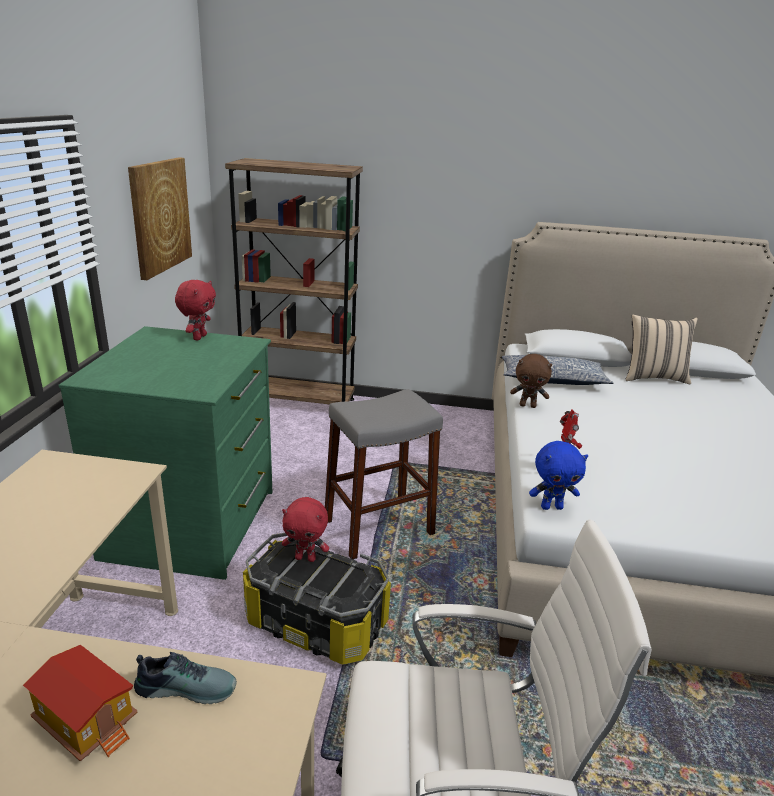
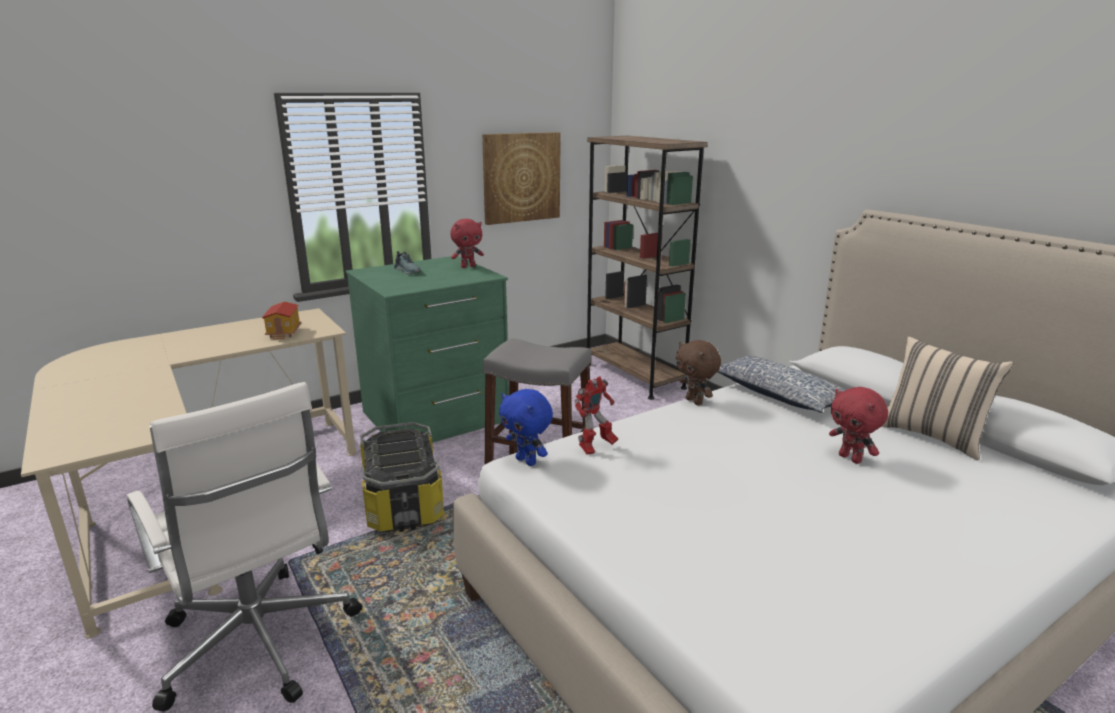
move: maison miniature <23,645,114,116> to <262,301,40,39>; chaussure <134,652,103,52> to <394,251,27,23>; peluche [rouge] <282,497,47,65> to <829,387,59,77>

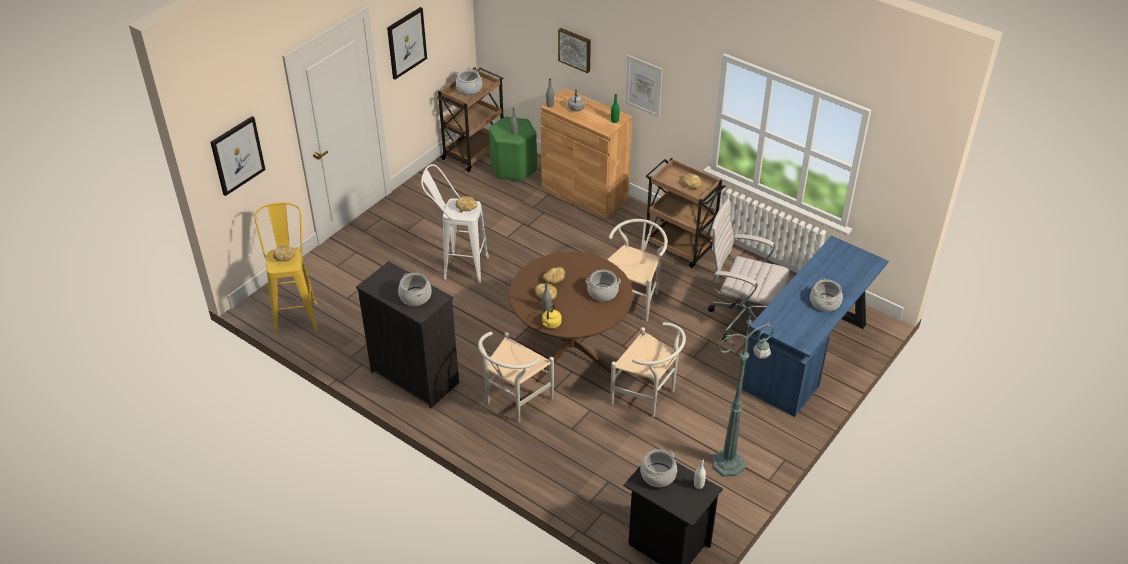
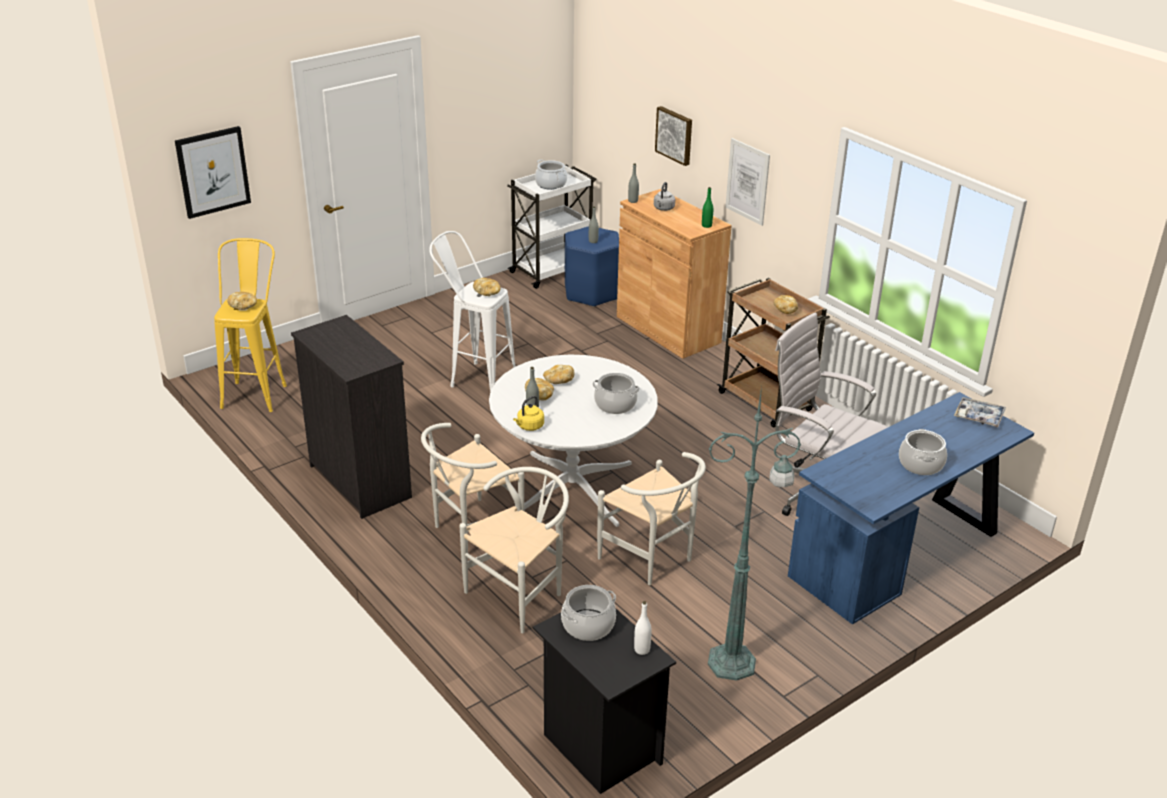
delete: tableau <387,7,40,73>; marmite <398,273,34,33>
insert: plateau <954,397,52,30>
move: chaise [blanc] <607,219,61,102> to <459,467,110,166>
recolor: chariot [marron] <436,67,67,105> to chariot [blanc] <507,165,90,124>; tabouret [vert] <489,117,48,65> to tabouret [bleu] <565,226,54,81>; table à manger [marron] <509,252,124,130> to table à manger [blanc] <489,354,169,173>

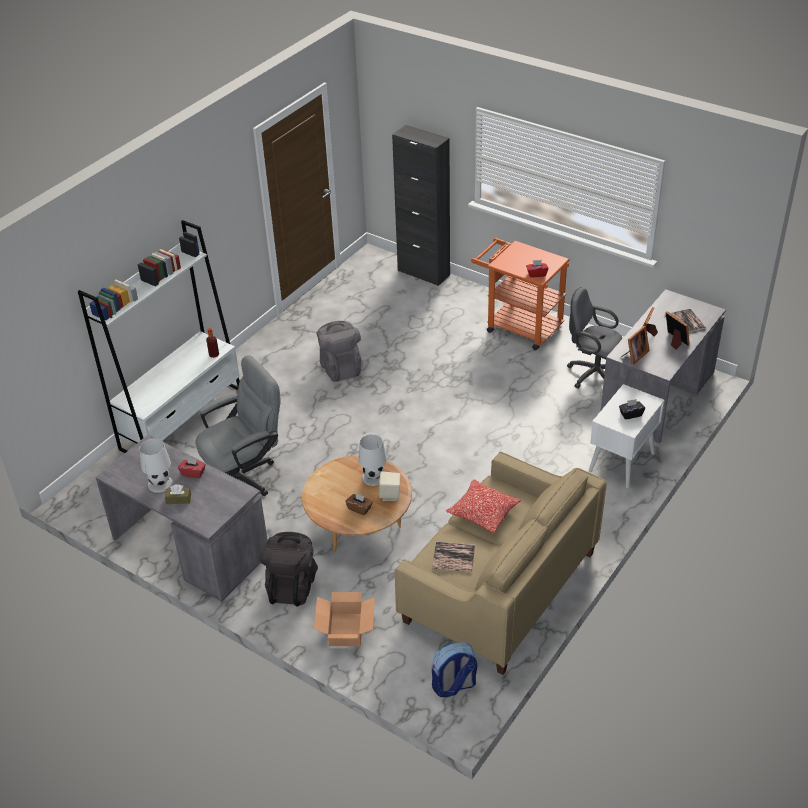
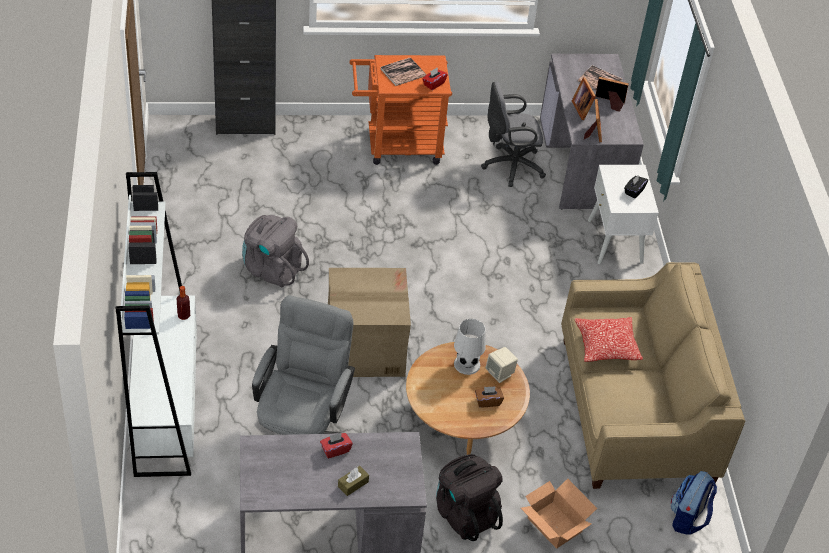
delete: lampe de table [blanc] <139,439,34,54>
insert: carton <328,268,83,109>
move: livre <432,542,43,30> to <380,57,46,29>

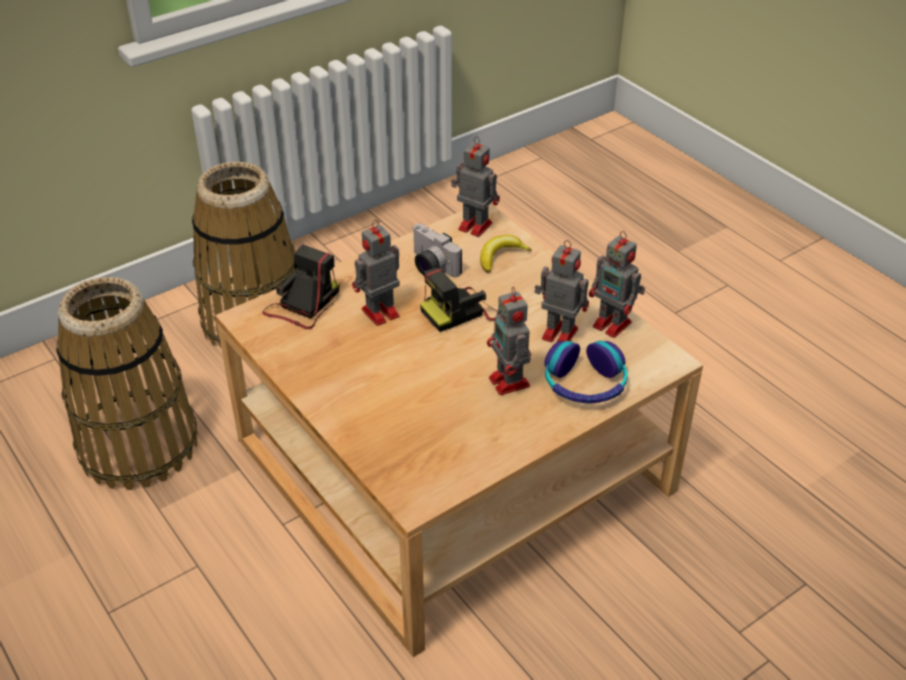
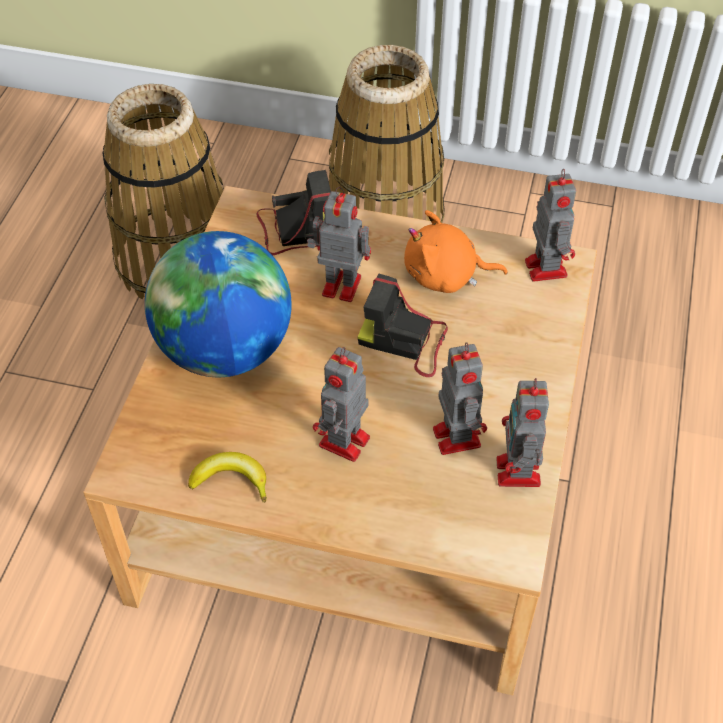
delete: casque audio <544,341,84,62>
insert: globe <145,231,147,146>
move: banane <480,235,52,38> to <188,452,79,51>
replace: appareil photo <413,224,49,53> to peluche [orange] <404,210,103,83>

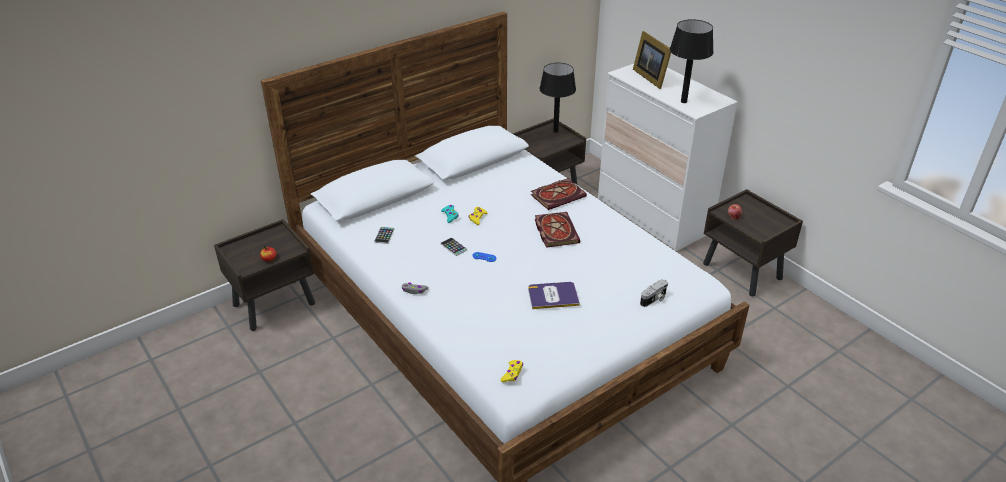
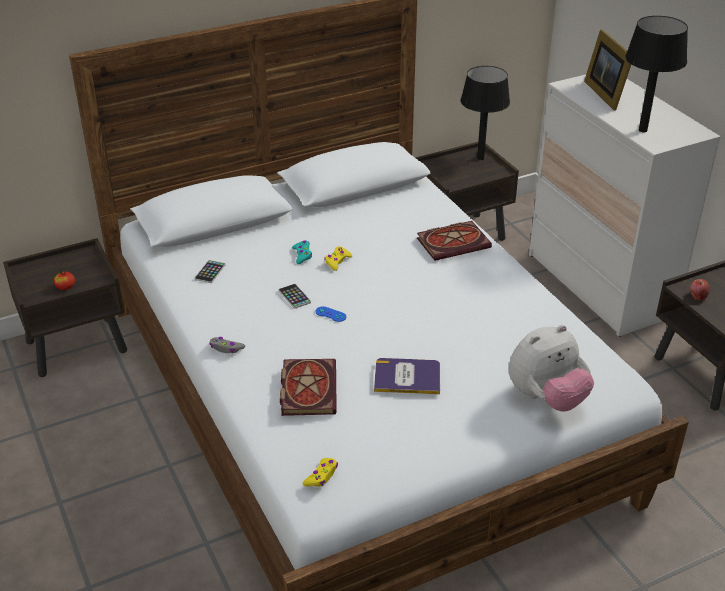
move: livre <535,212,45,36> to <280,359,57,57>
replace: appareil photo <640,279,28,28> to peluche <509,325,85,87>

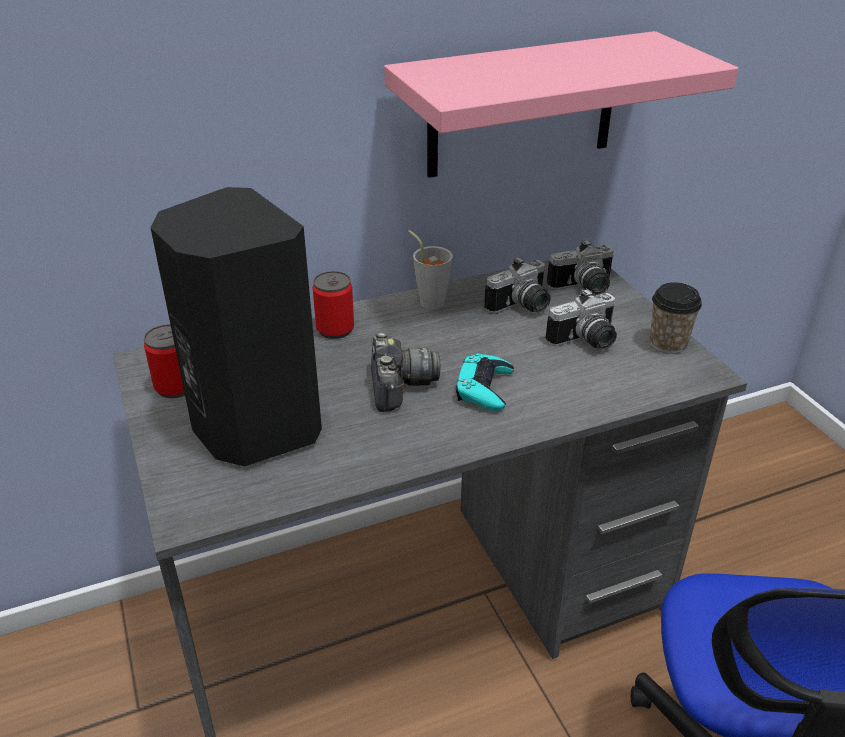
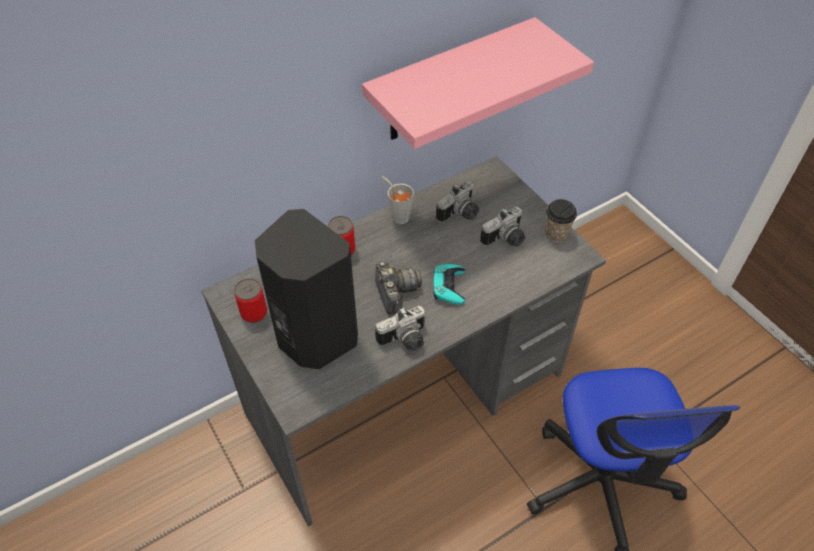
move: appareil photo <547,239,67,56> to <375,306,50,45>

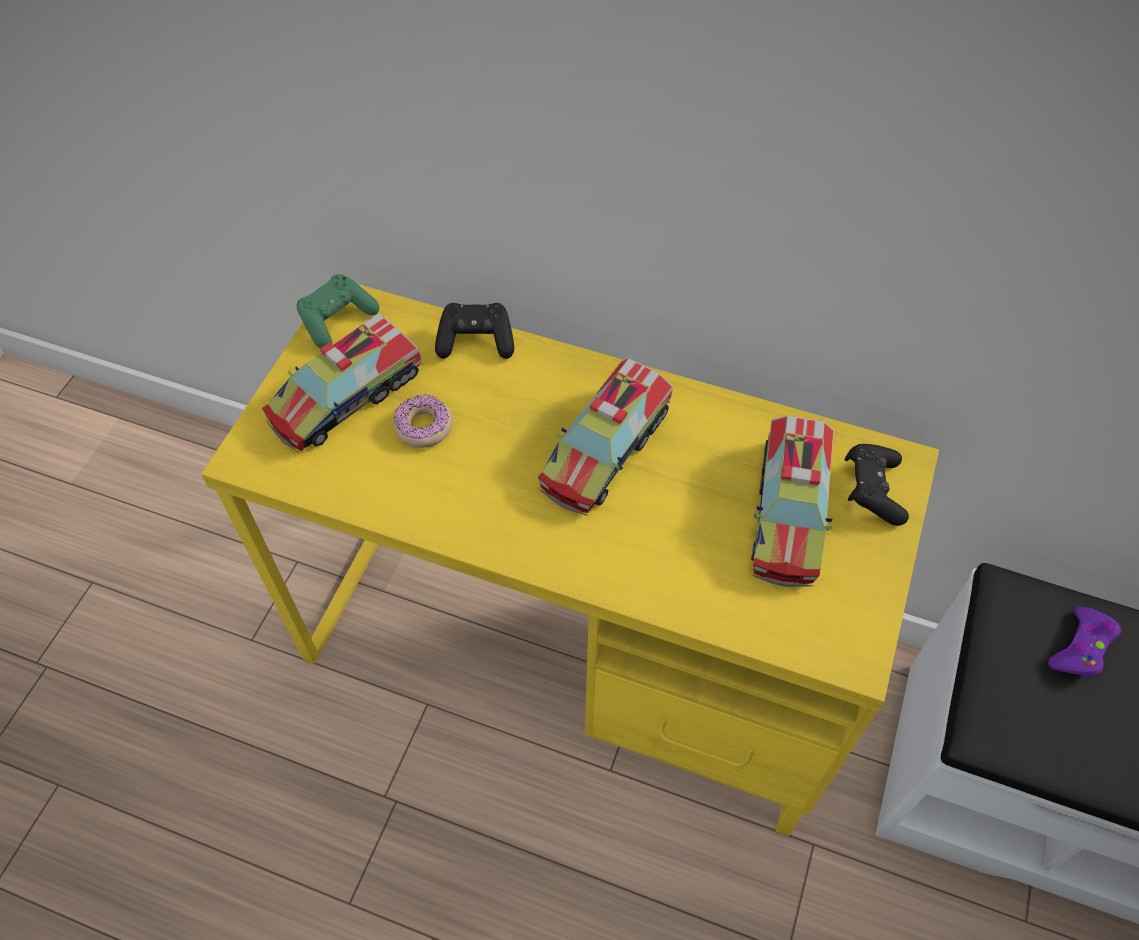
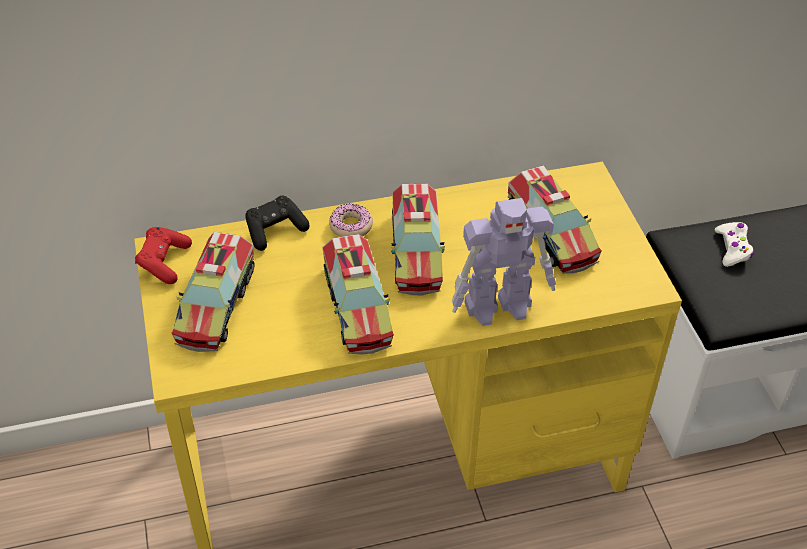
delete: manette [noir] <845,444,64,82>
insert: camion jouet <322,234,72,121>; robot jouet <452,198,104,128>
move: beignet <393,394,60,54> to <329,204,44,33>
recolor: manette [vert] <296,274,83,74> to manette [rouge] <135,227,57,57>; manette [violet] <1048,607,74,70> to manette [blanc] <715,222,39,45>

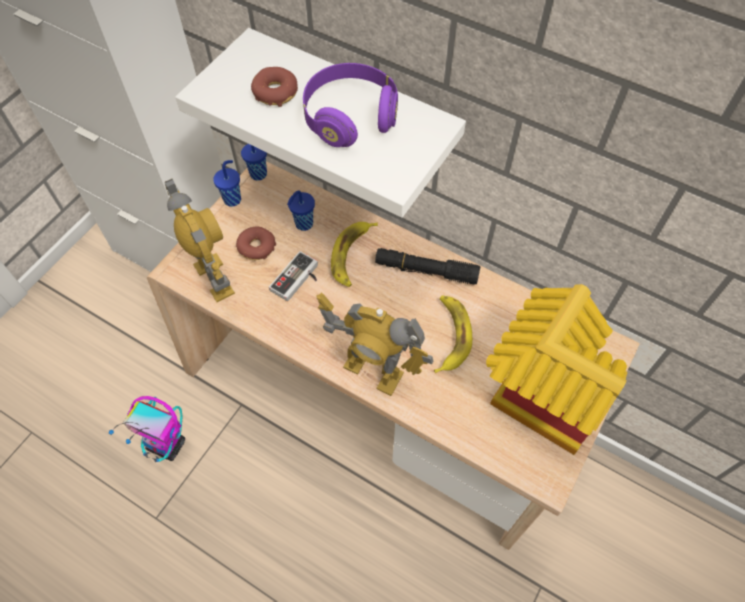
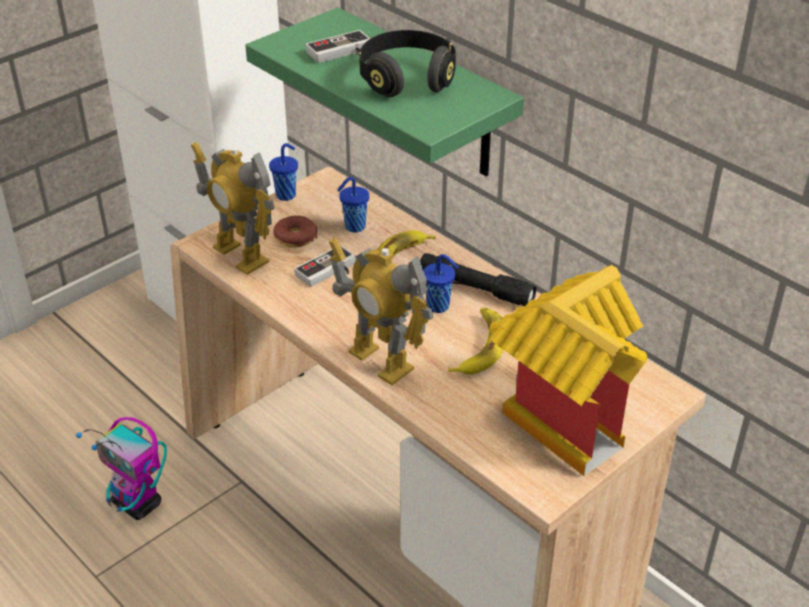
move: tasse [bleu] <241,144,26,37> to <423,254,35,59>
replace: beignet <251,67,47,40> to manette <306,30,64,33>
recolor: étagère [blanc] <176,28,290,190> to étagère [vert] <245,7,279,169>; casque audio [violet] <303,63,95,84> to casque audio [noir] <359,30,97,67>
rotate: robot jouet <165,179,70,123> = <191,142,84,133> 150 degrees clockwise

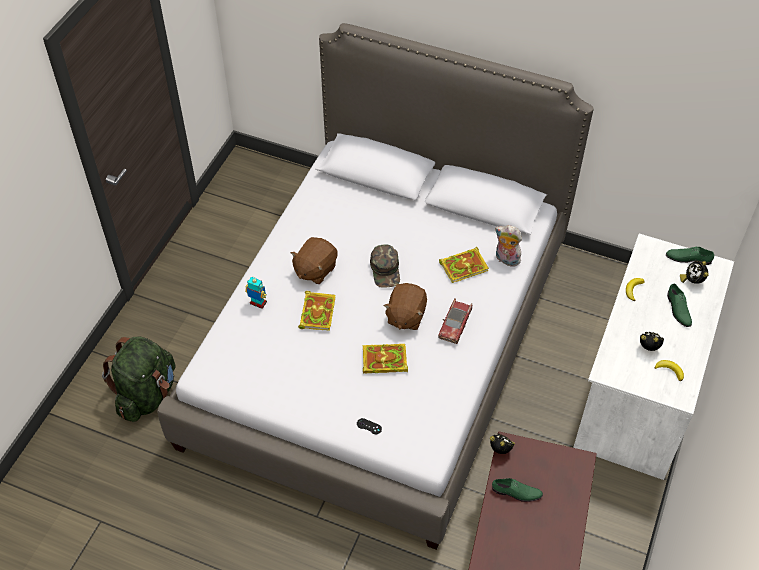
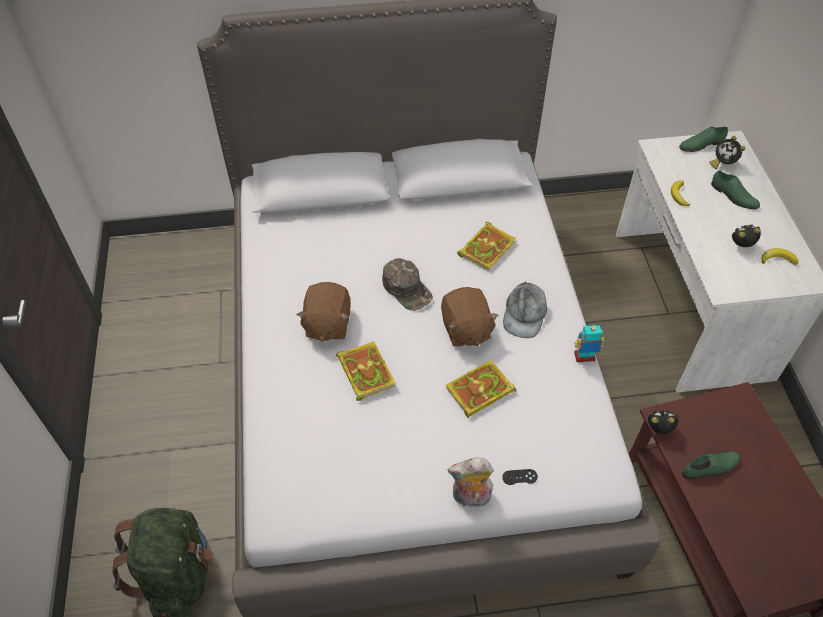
move: robot jouet <245,277,22,32> to <574,324,31,38>; peluche <495,225,27,42> to <448,458,46,51>
replace: petite voiture <438,298,34,46> to casquette [gris] <503,281,44,57>

